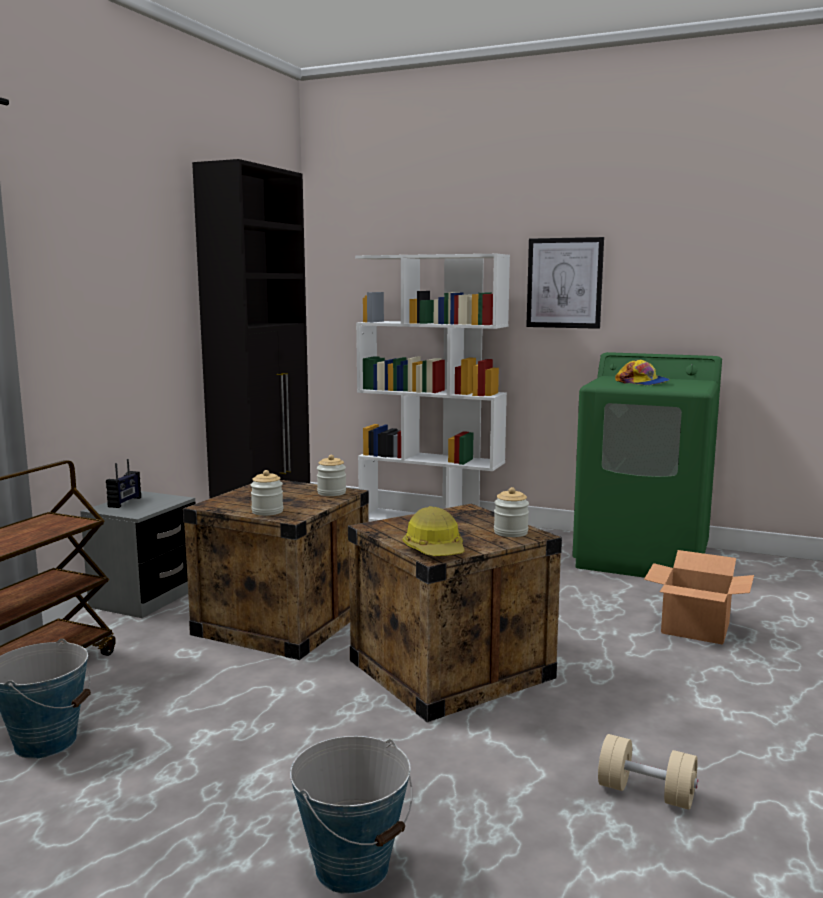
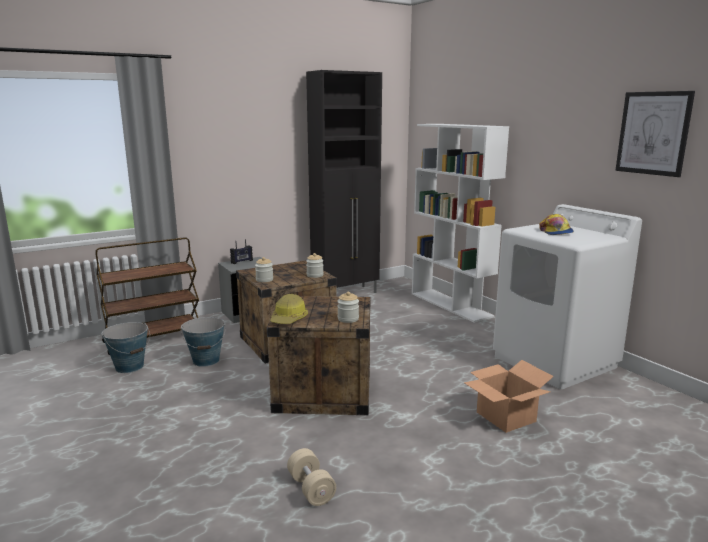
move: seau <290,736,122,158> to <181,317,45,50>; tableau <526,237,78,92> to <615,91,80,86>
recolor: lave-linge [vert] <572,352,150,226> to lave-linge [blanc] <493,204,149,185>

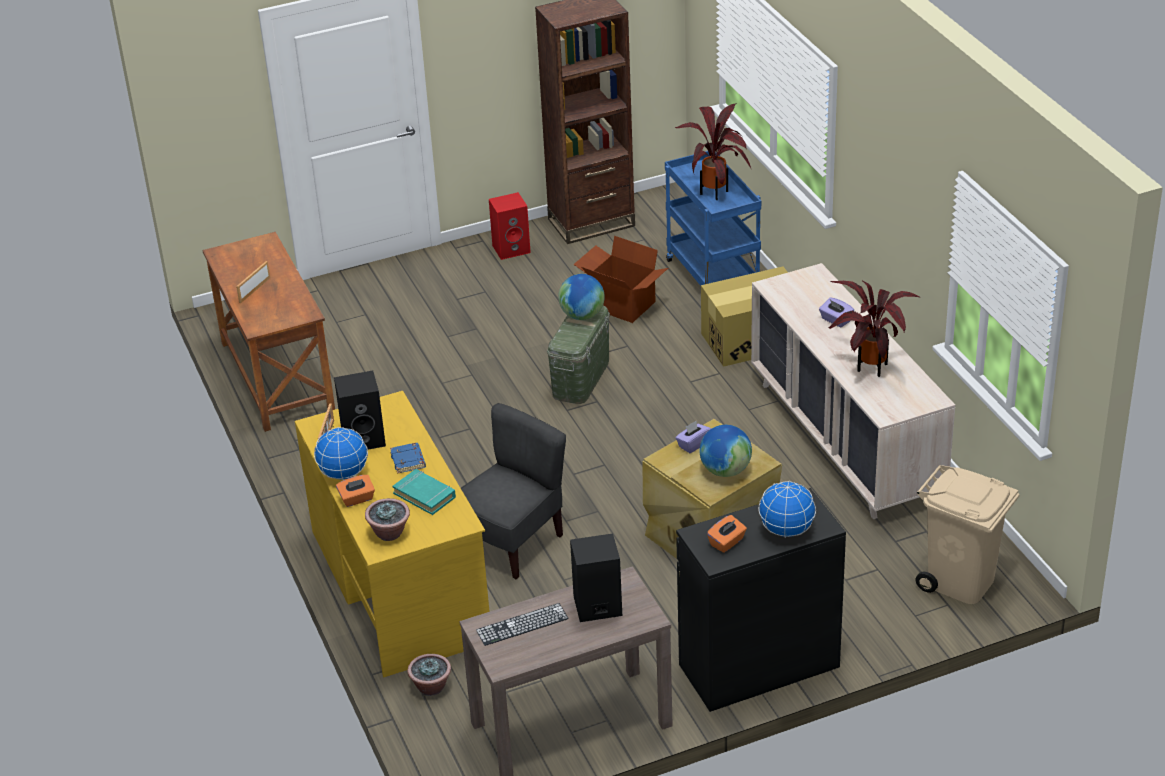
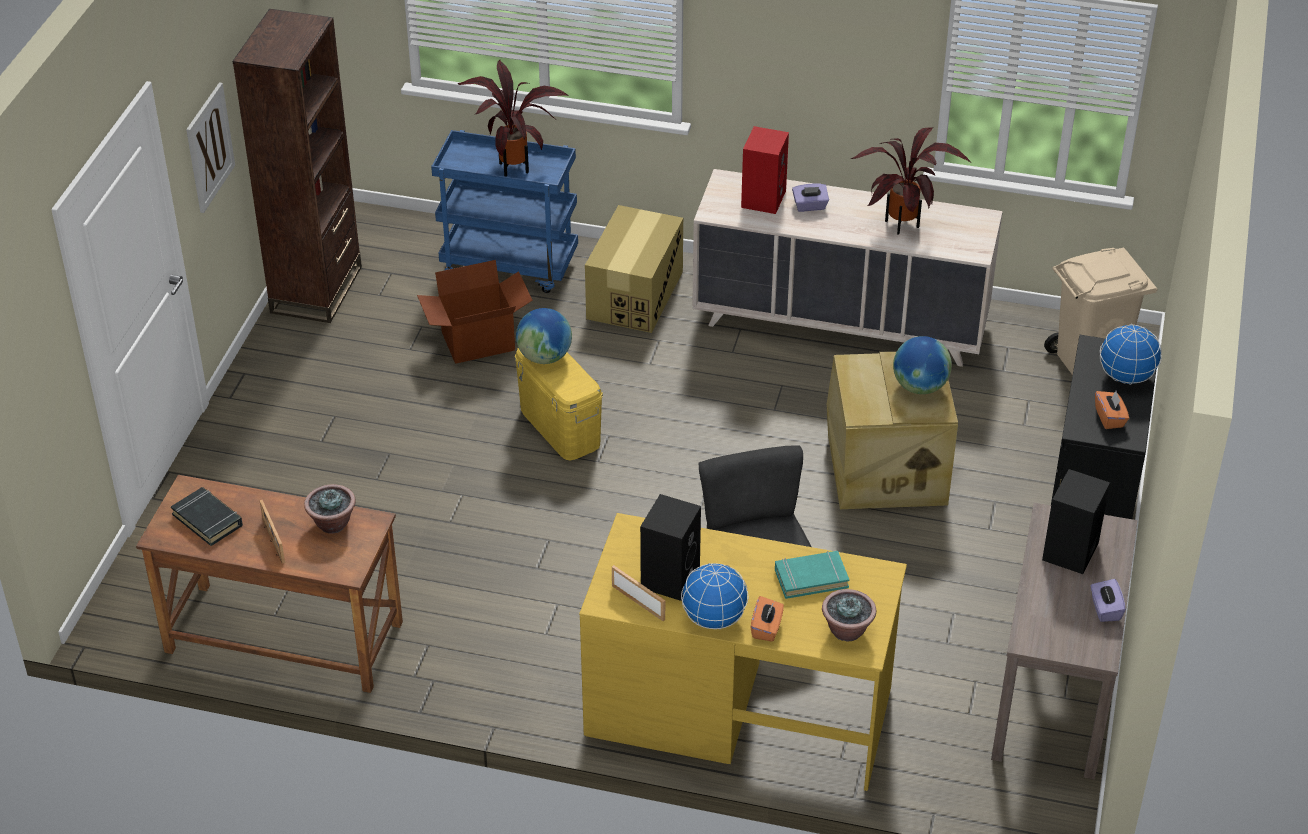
delete: livre [bleu] <390,443,36,31>; clavier <476,603,93,43>
insert: livre [noir] <171,487,72,59>; tableau <186,82,49,131>
move: plante en pot <407,654,44,42> to <304,484,52,49>; enceinte [rouge] <489,192,42,68> to <741,126,48,88>; boîte à mouchoirs [violet] <675,421,36,32> to <1091,579,35,43>
recolor: boîte de rangement [vert] <547,306,63,98> to boîte de rangement [jaune] <515,348,88,112>

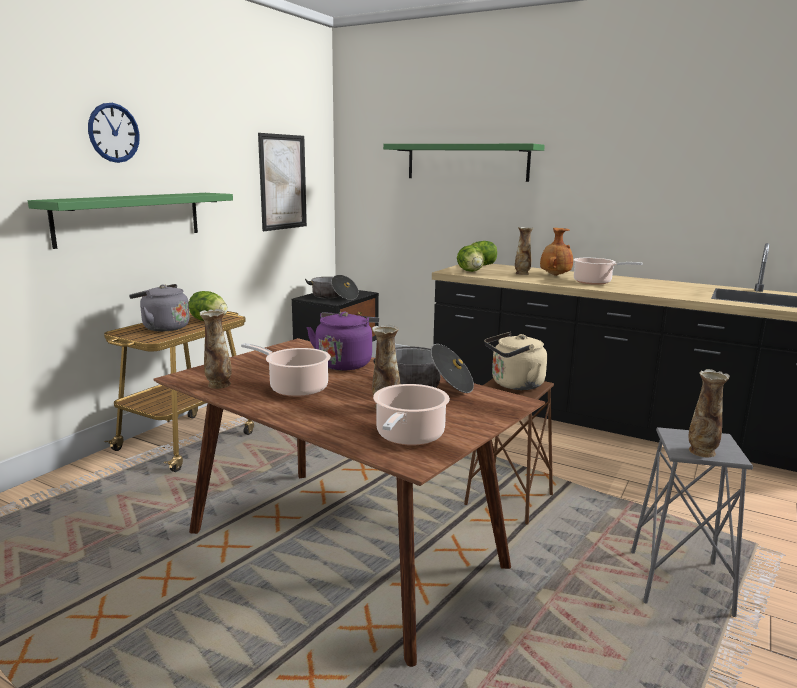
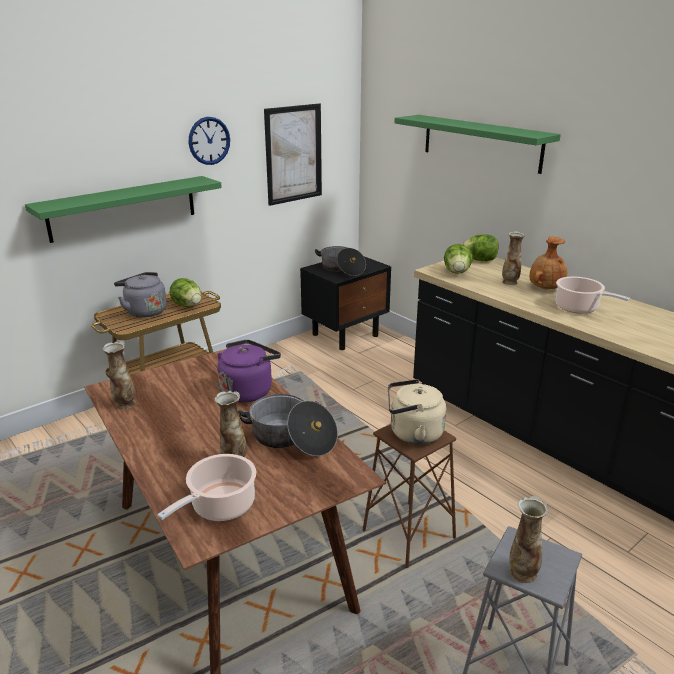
delete: marmite <241,343,90,54>
move: horloge murale <88,103,52,60> to <189,117,41,48>

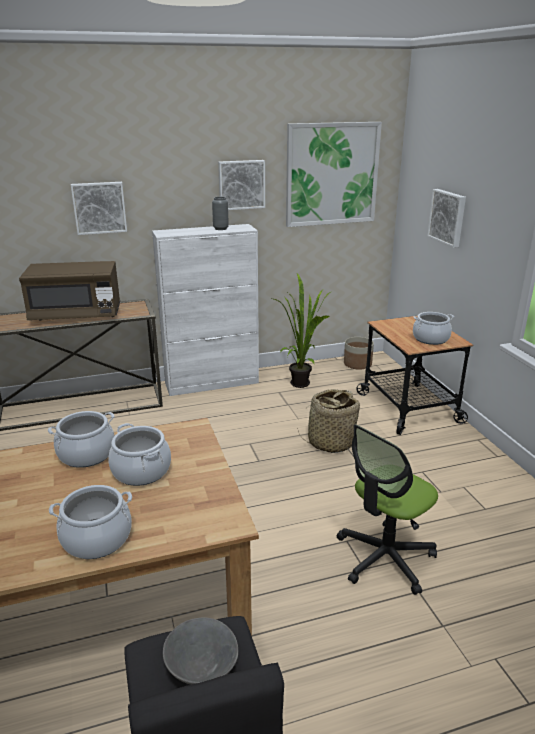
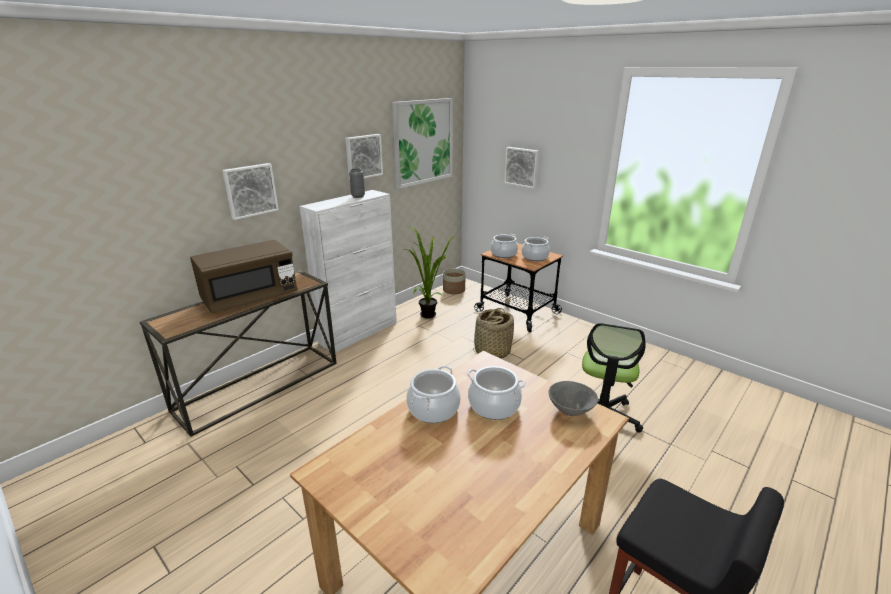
move: marmite <49,485,83,74> to <491,234,27,24>; bol [gris] <163,618,75,67> to <549,381,49,35>

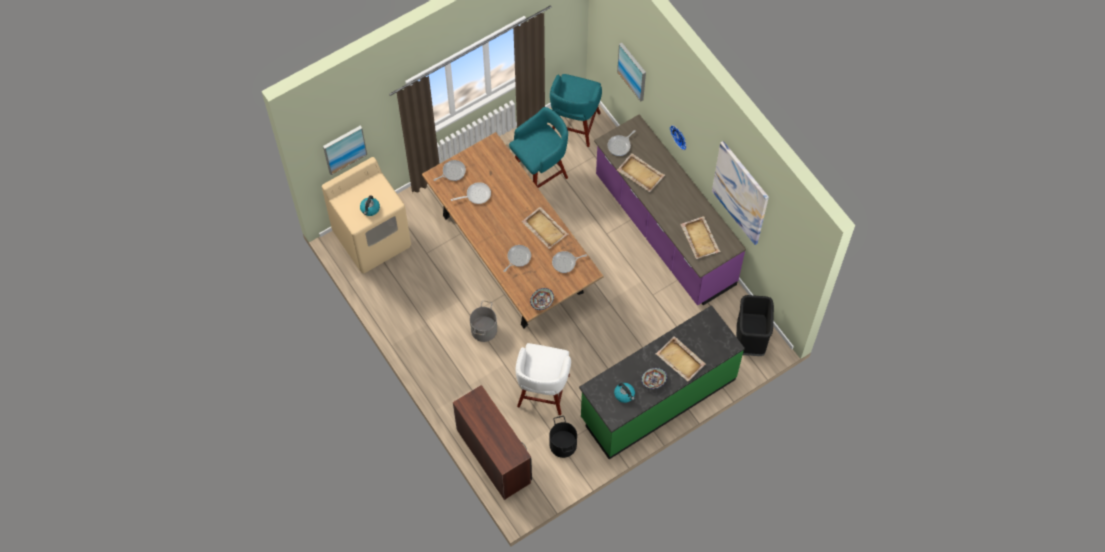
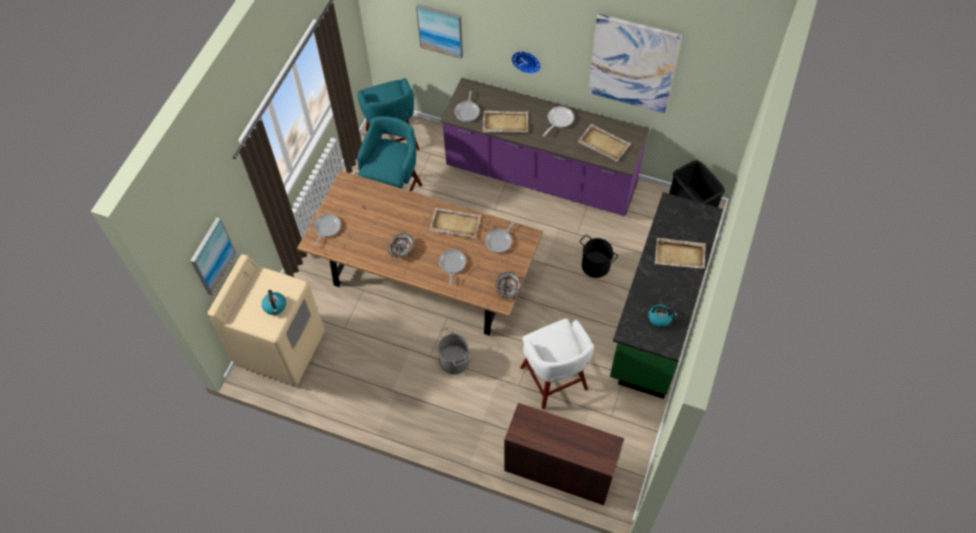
move: poêle <451,182,40,22> to <543,106,31,30>; seau [noir] <550,416,27,42> to <579,235,39,43>; bol <641,368,26,21> to <388,233,26,24>

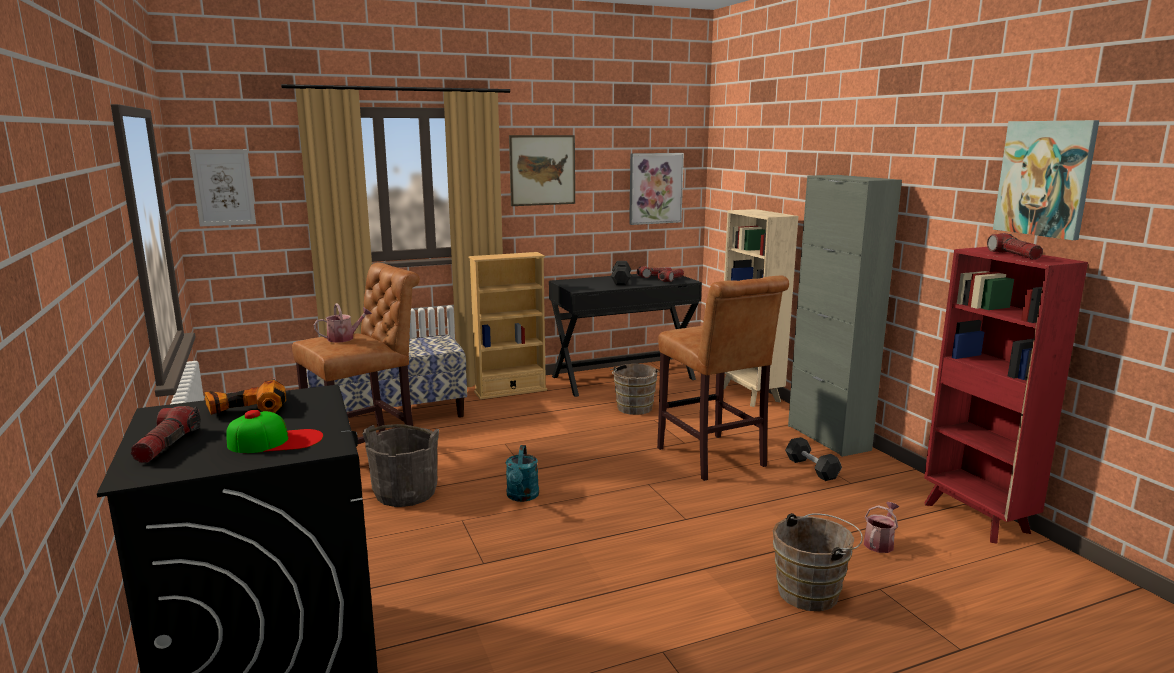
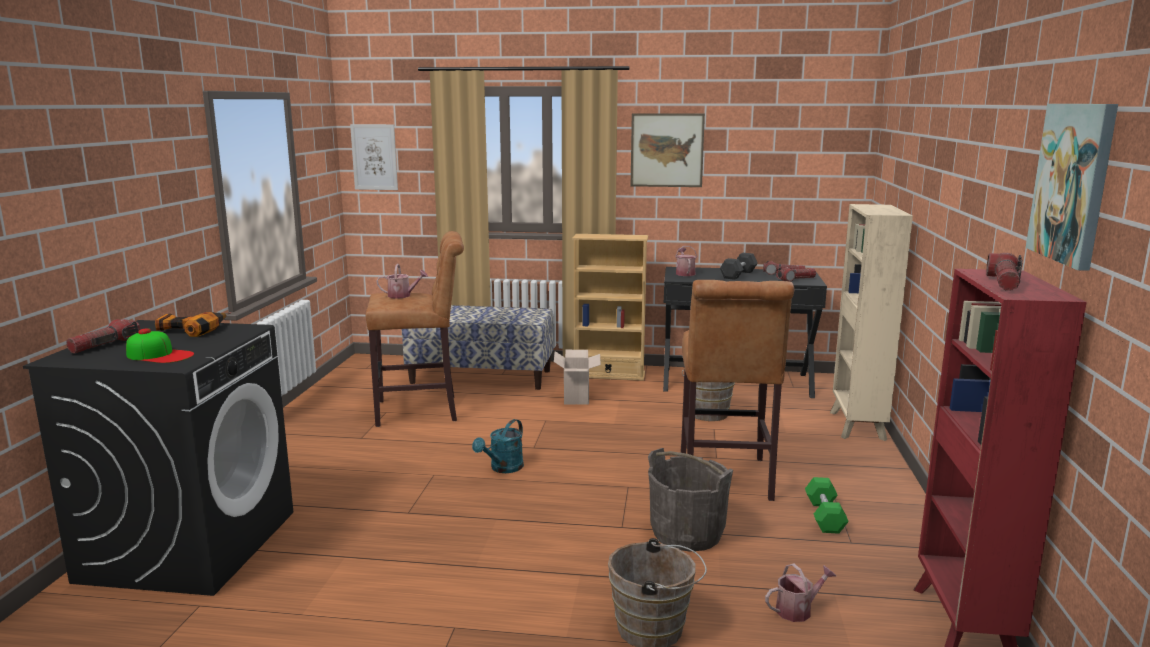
delete: tableau <629,153,55,72>; meuble de rangement [gris] <788,175,114,282>
insert: carton <554,350,47,55>; arrosoir <675,246,22,30>
move: seau [gris] <363,424,76,83> to <648,448,85,104>
recolor: haltère [noir] <785,437,57,44> to haltère [vert] <805,477,44,57>

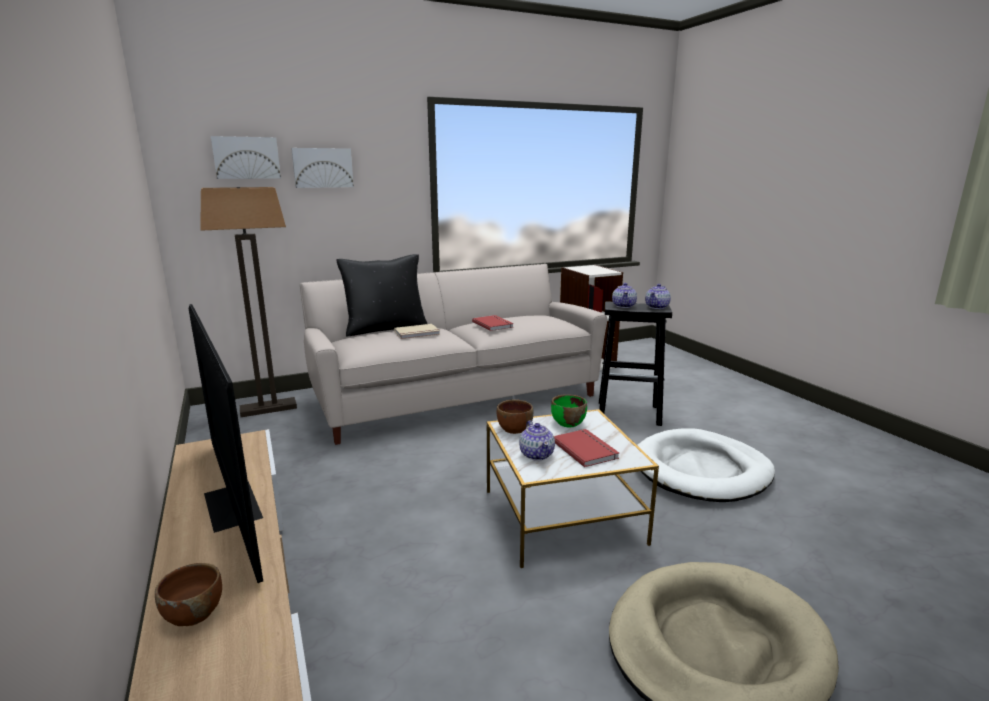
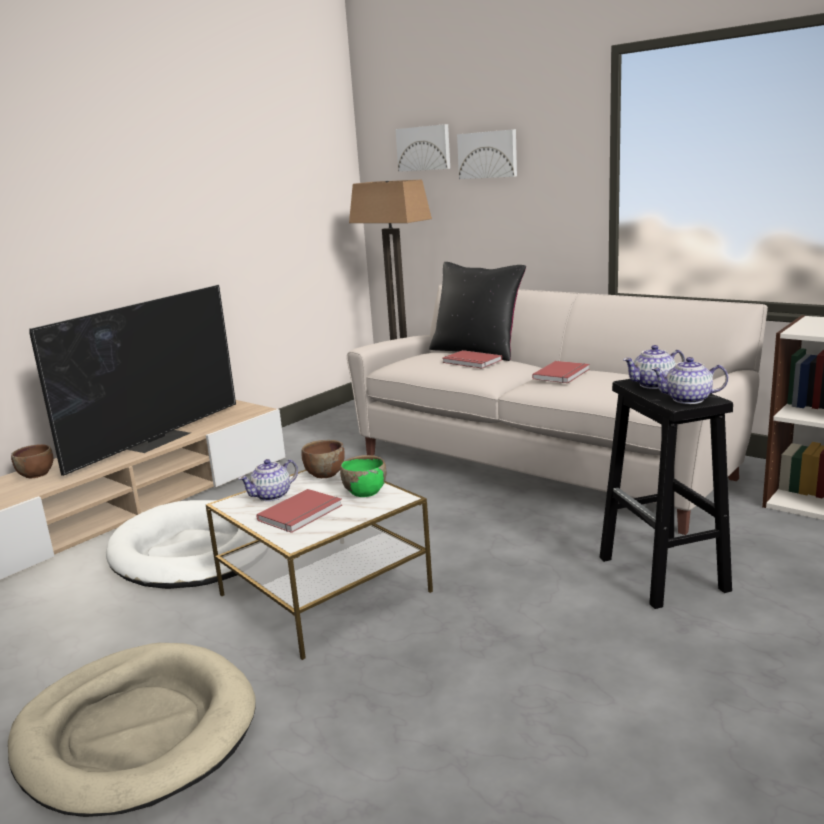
move: panier pour chien [blanc] <637,428,138,74> to <106,500,151,89>
recolor: livre [beige] <394,324,46,15> to livre [rouge] <442,350,60,19>

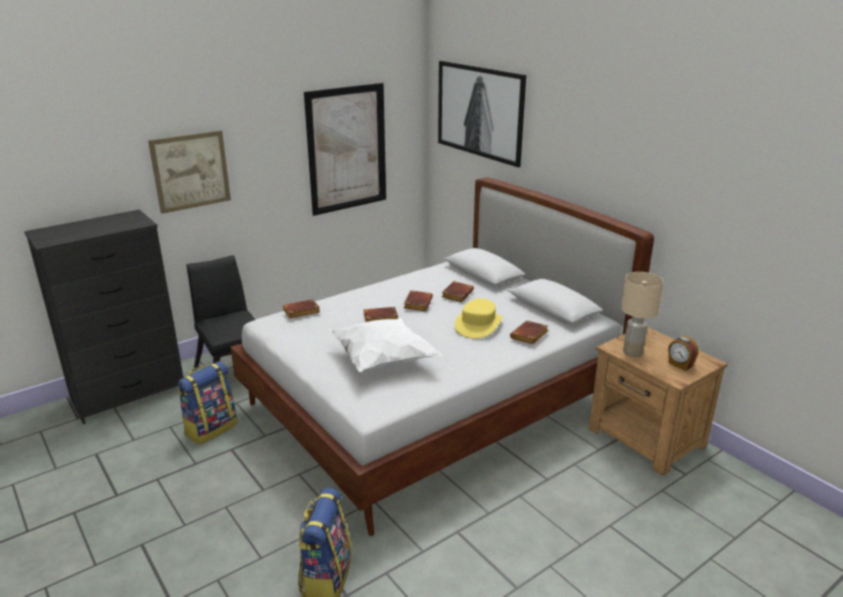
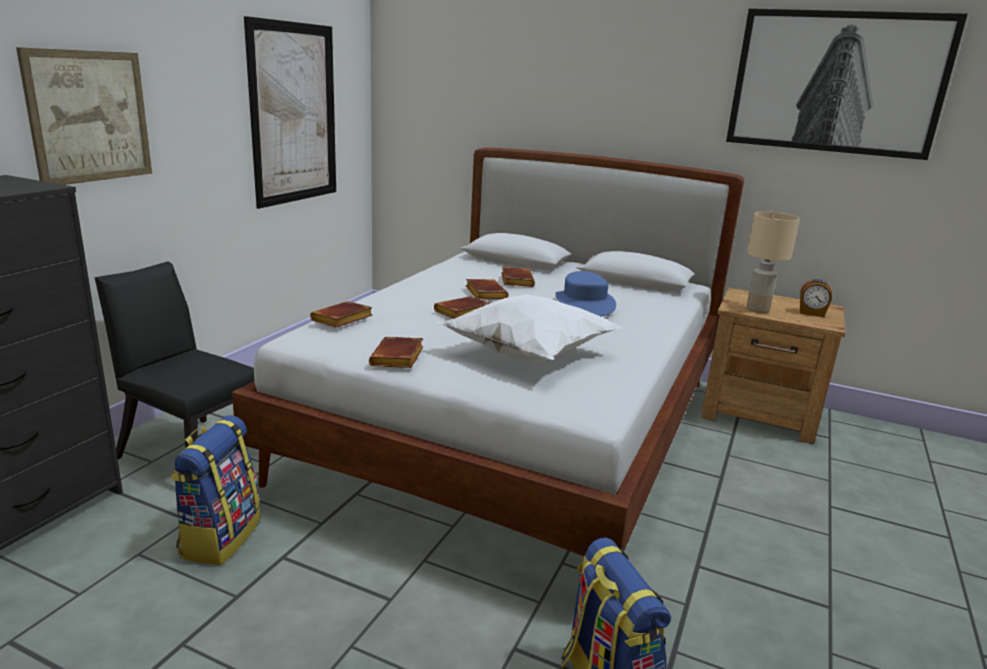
move: tableau <438,61,88,106> to <726,8,242,152>; livre [marron] <510,321,38,23> to <369,337,55,31>
recolor: chapeau [jaune] <455,298,47,40> to chapeau [bleu] <555,271,61,46>

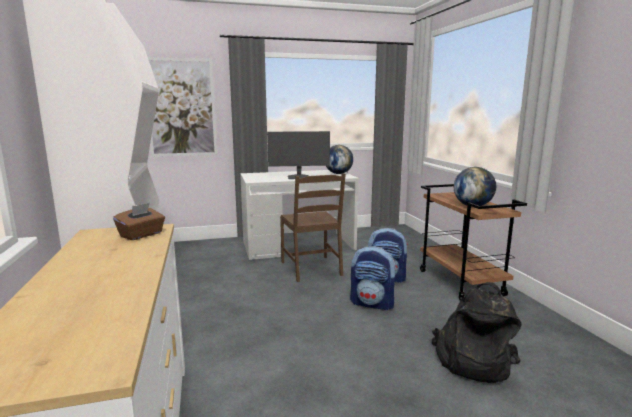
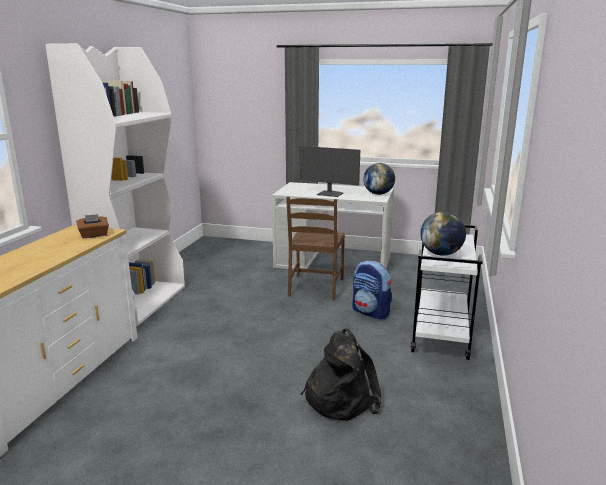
delete: tableau <148,57,69,100>; sac à dos <350,246,48,64>
recolor: chariot [marron] <420,184,107,116> to chariot [blanc] <411,225,72,135>

